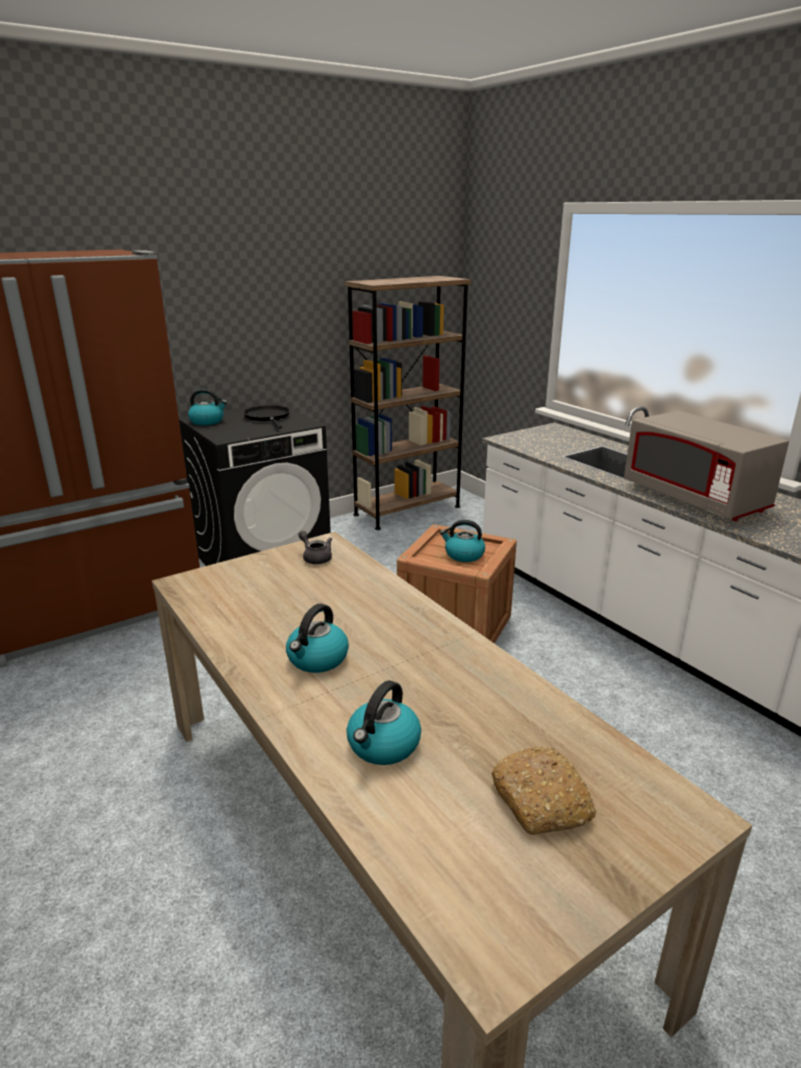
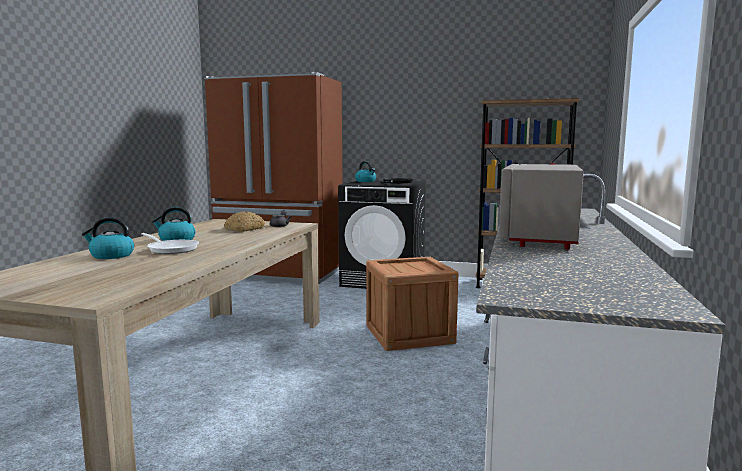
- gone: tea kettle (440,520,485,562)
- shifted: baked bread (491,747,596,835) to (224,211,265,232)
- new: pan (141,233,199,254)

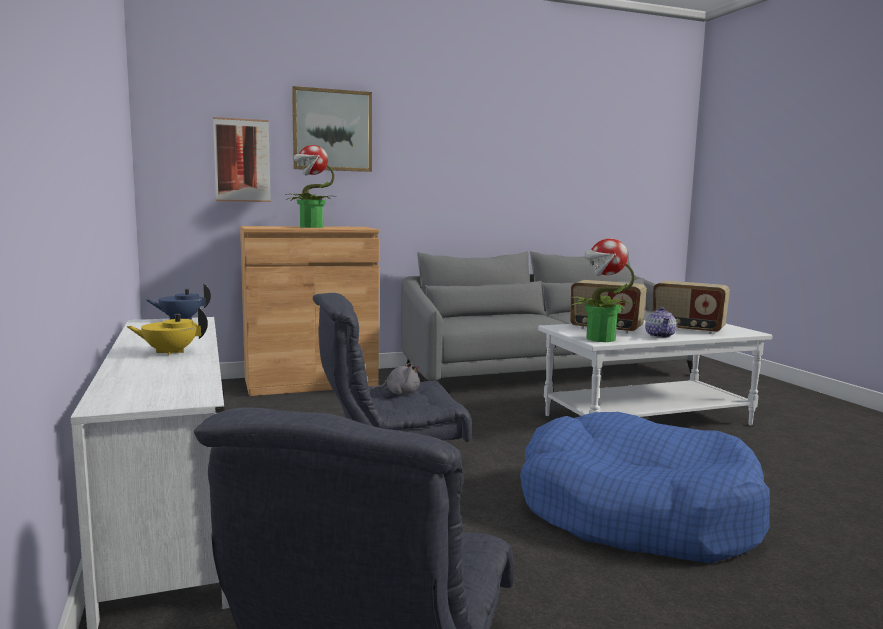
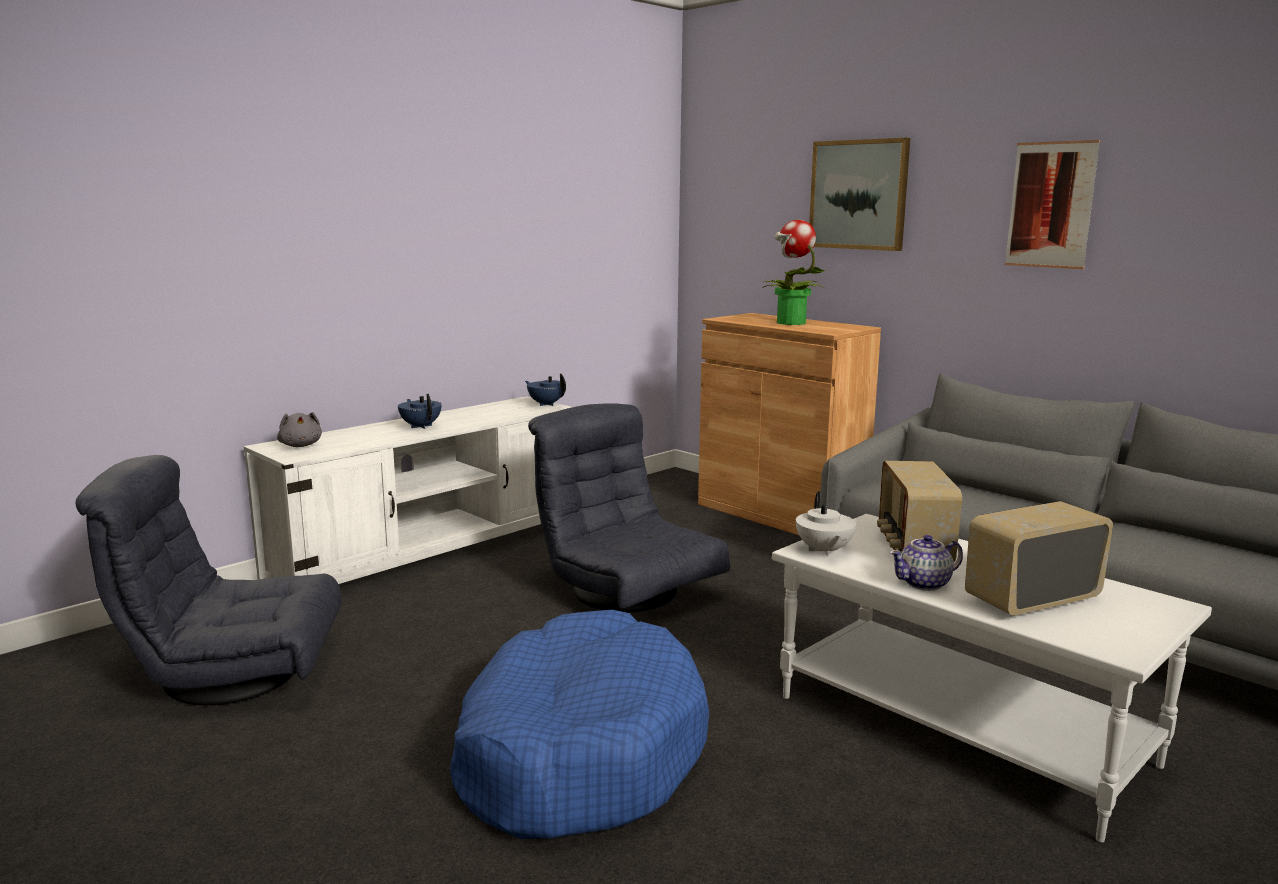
- shifted: picture (213,117,271,202) to (1005,140,1100,269)
- swapped: potted plant (569,239,636,342) to teapot/whitish (796,491,856,557)
- rotated: radio receiver (652,281,730,334) = (965,501,1113,616) 60 degrees clockwise
- repainted: teapot/yellow-coloured (126,307,208,355) to teapot/bluish (398,394,442,429)
- shifted: cuddly toy/greyish (372,362,420,395) to (277,412,322,447)

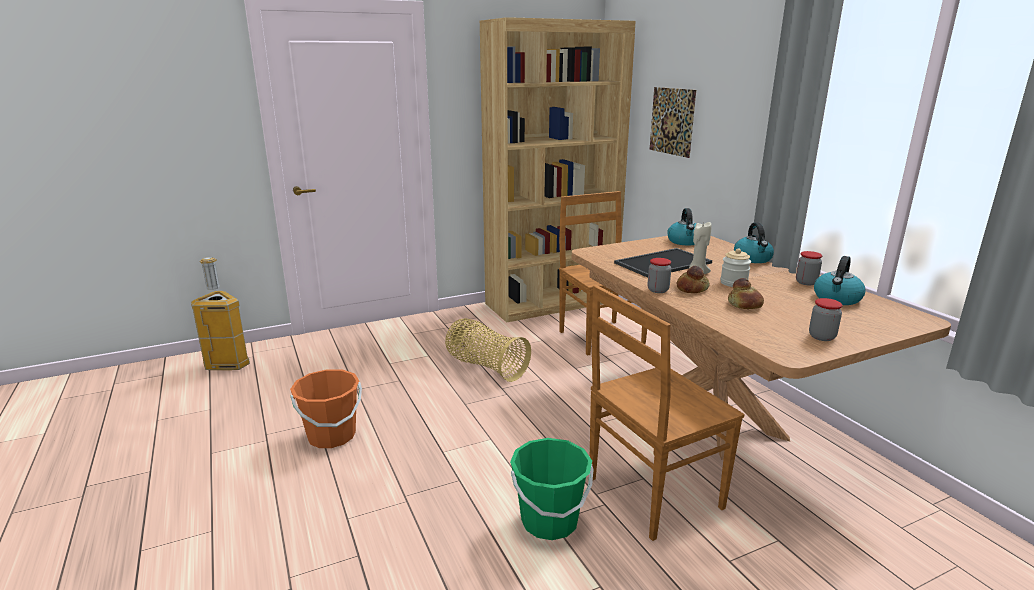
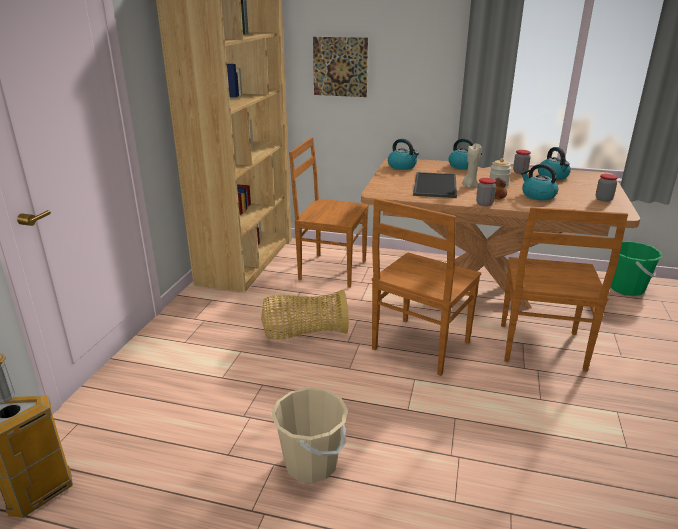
- swapped: baked bread (728,278,764,309) to tea kettle (521,164,558,200)
- repainted: water bucket/orangey (290,369,362,448) to water bucket/sand-coloured (271,387,348,483)
- shifted: water bucket/green (510,438,593,540) to (610,241,662,296)
- new: upright chair/brown (372,198,481,376)

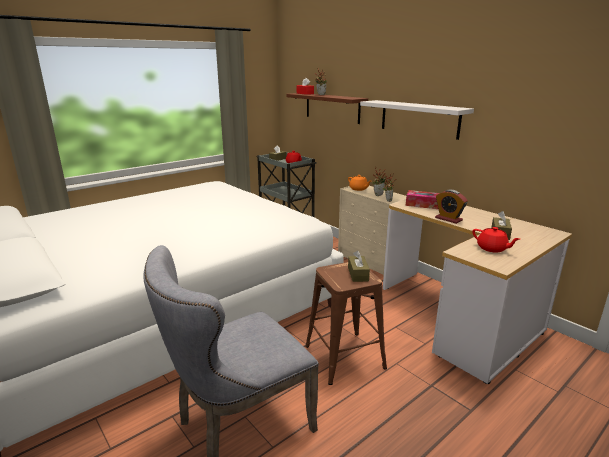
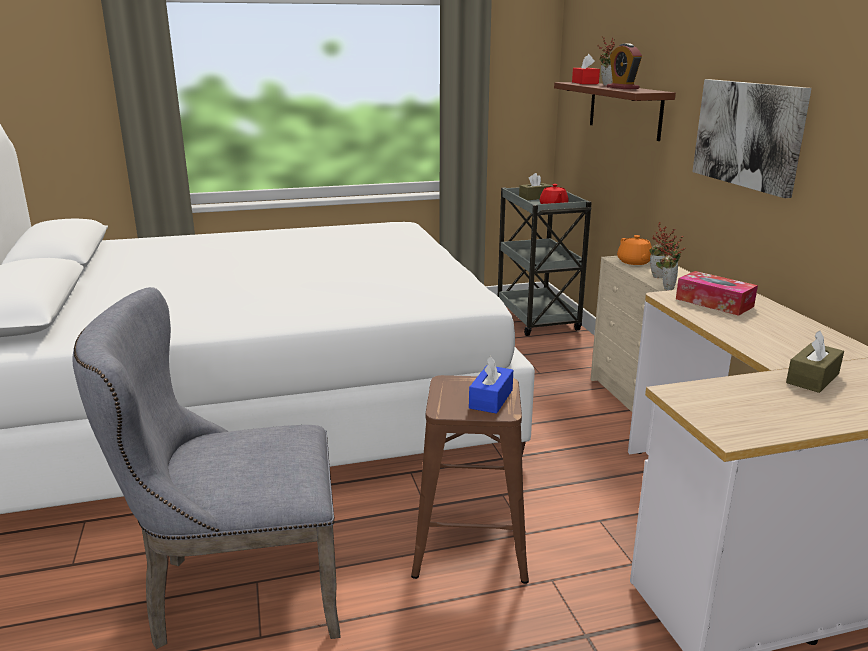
- swapped: wall shelf/whitish (360,100,474,140) to picture (692,79,812,198)
- shifted: bedside clock (435,190,468,224) to (607,43,642,89)
- gone: teapot/reddish (472,227,520,253)
- repainted: box of tissues/brown (348,251,370,282) to box of tissues/bluish (469,356,513,414)

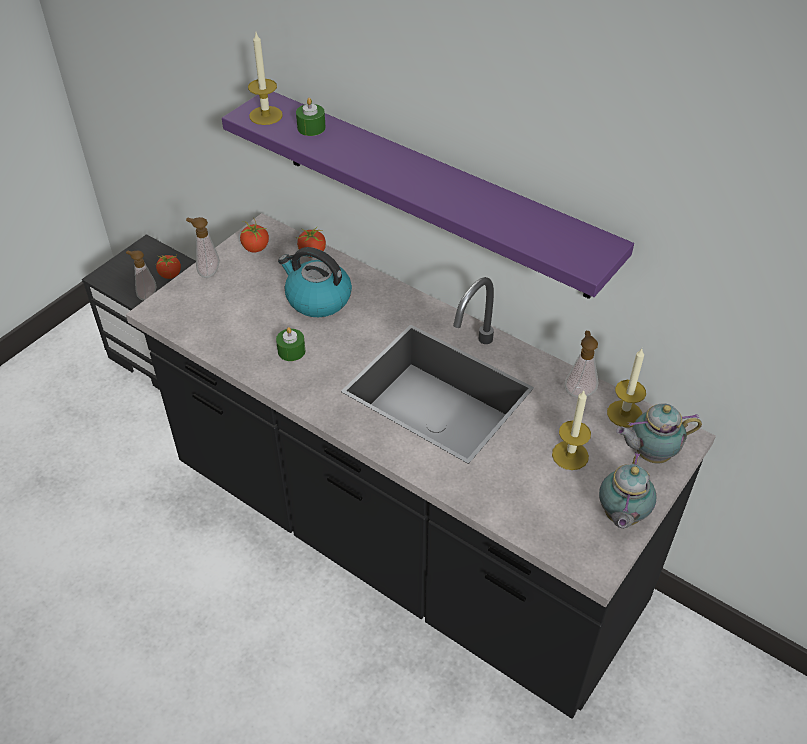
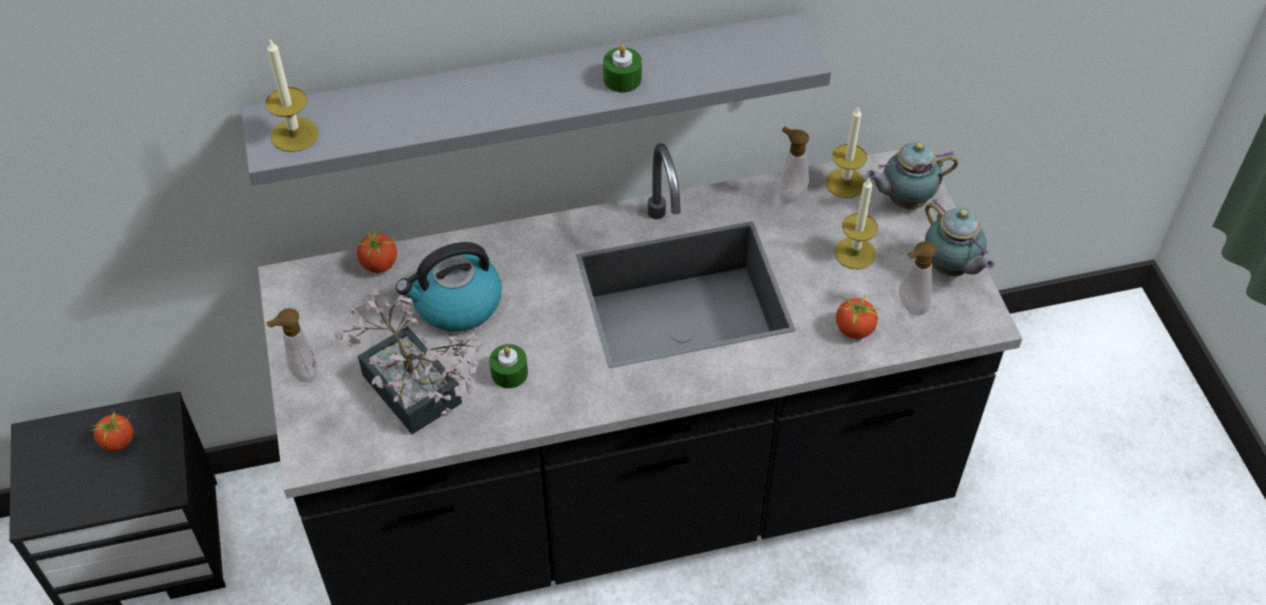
- repainted: wall shelf/purple (222,92,634,299) to wall shelf/greyish (241,12,831,186)
- shifted: wax candle/green (296,98,326,136) to (603,44,642,93)
- shifted: tomato (240,219,269,253) to (836,295,879,339)
- shifted: soap dispenser (126,250,156,301) to (899,241,937,315)
- rotated: teapot (616,403,702,463) = (866,142,958,209) 45 degrees clockwise
- new: potted plant (334,290,483,434)

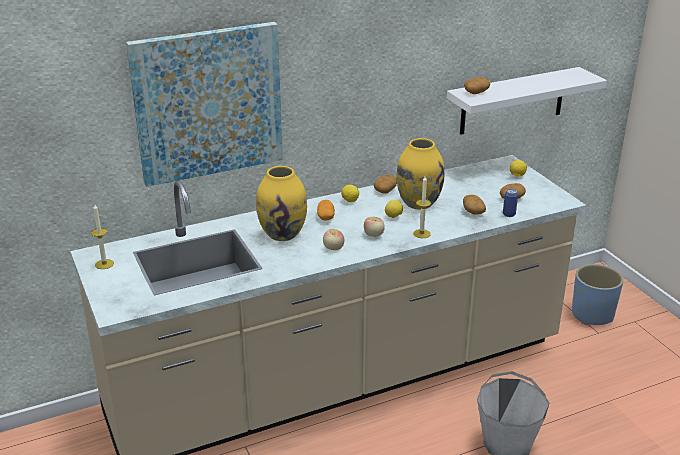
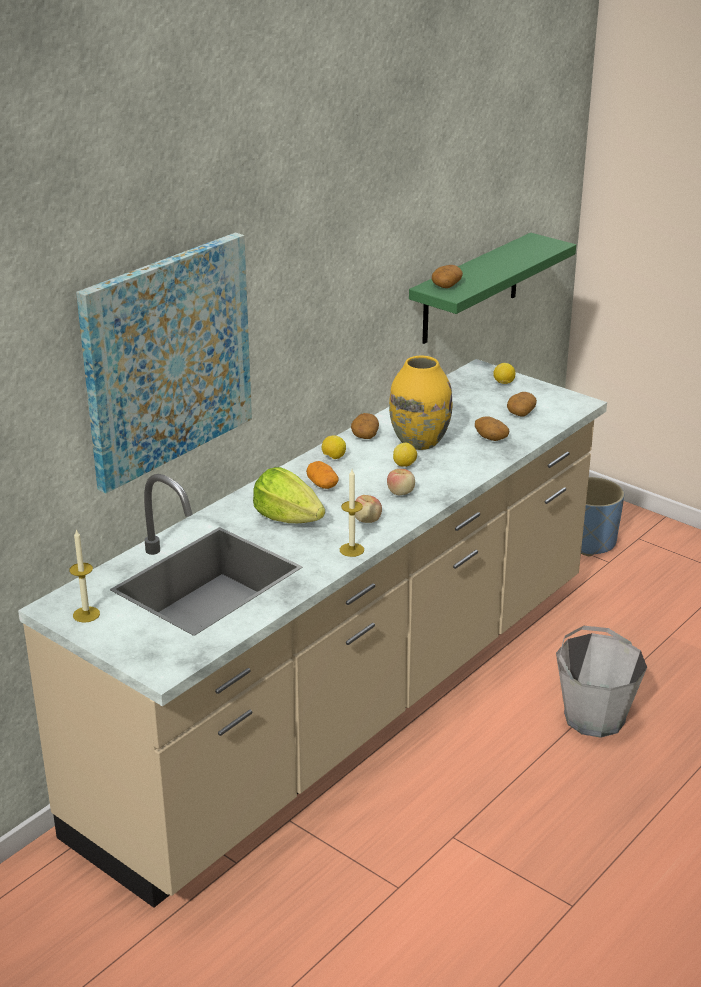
- repainted: wall shelf/whitish (447,67,607,135) to wall shelf/green (409,233,576,344)
- swapped: decorative vase/yellow-coloured (256,166,307,241) to lettuce (253,467,325,523)
- shifted: wax candle (413,176,431,238) to (340,469,364,557)
- gone: can (503,188,518,217)

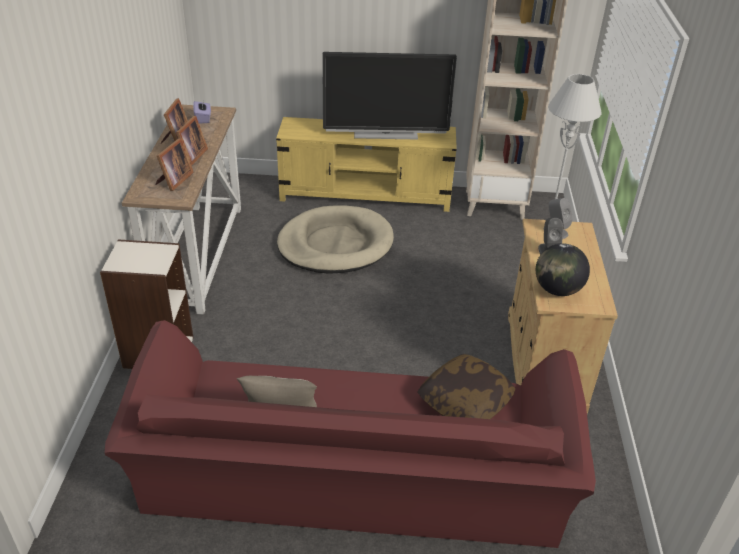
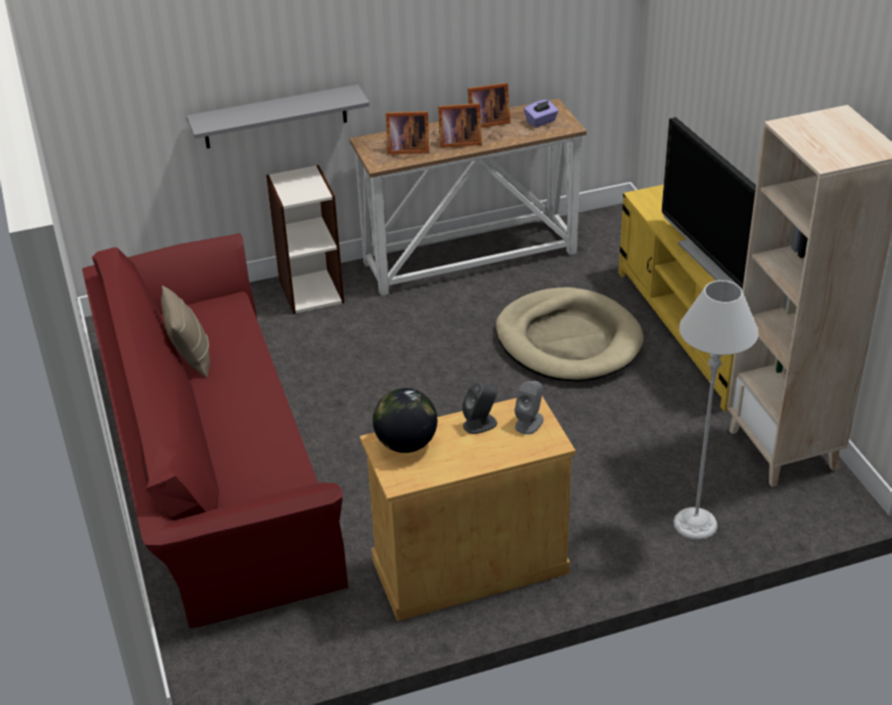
- gone: cushion (418,354,516,419)
- new: wall shelf/greyish (186,84,370,149)

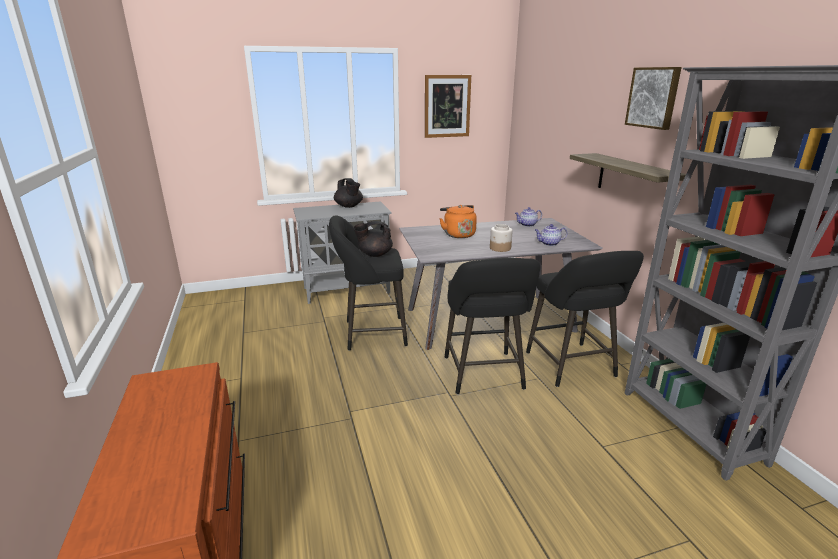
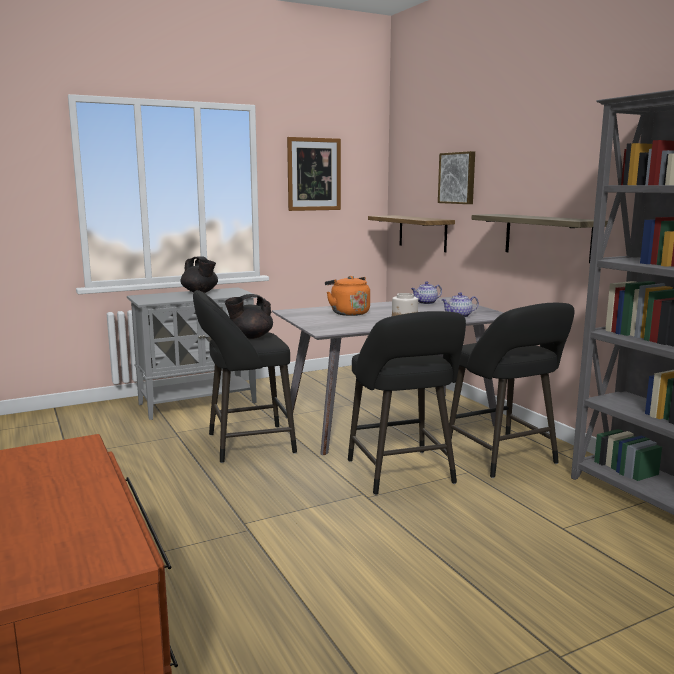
- shifted: picture (625,67,682,130) to (438,151,475,204)
- new: wall shelf (368,215,455,252)

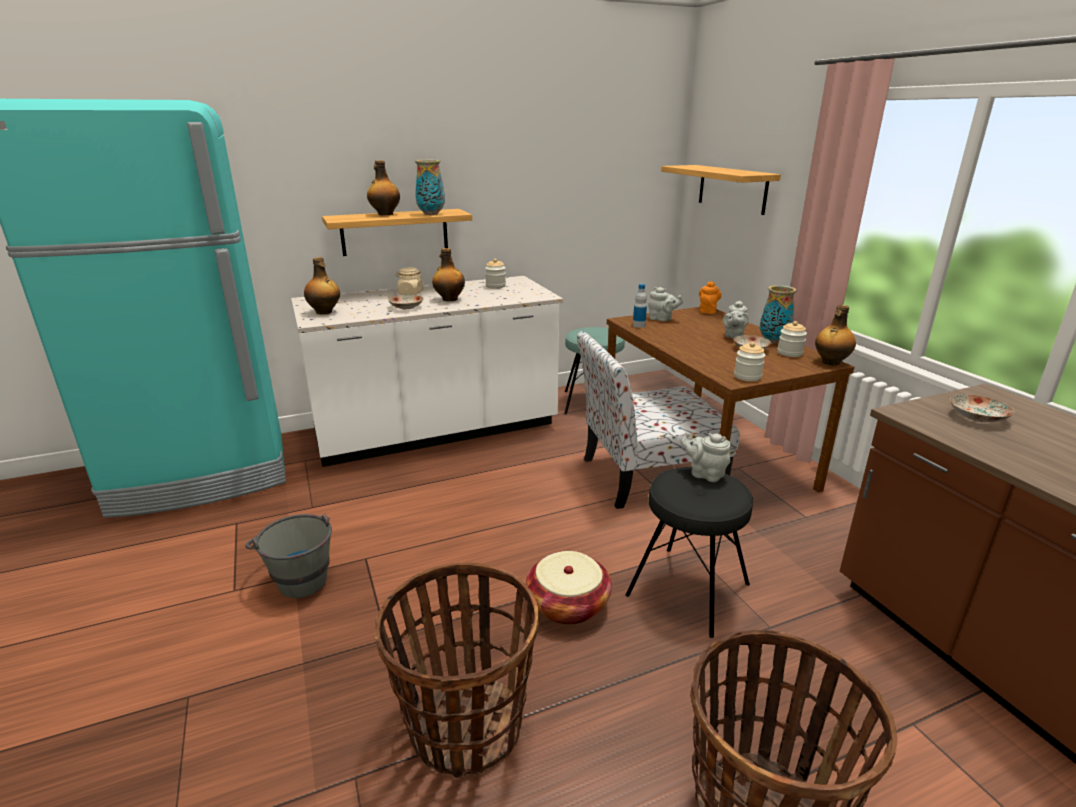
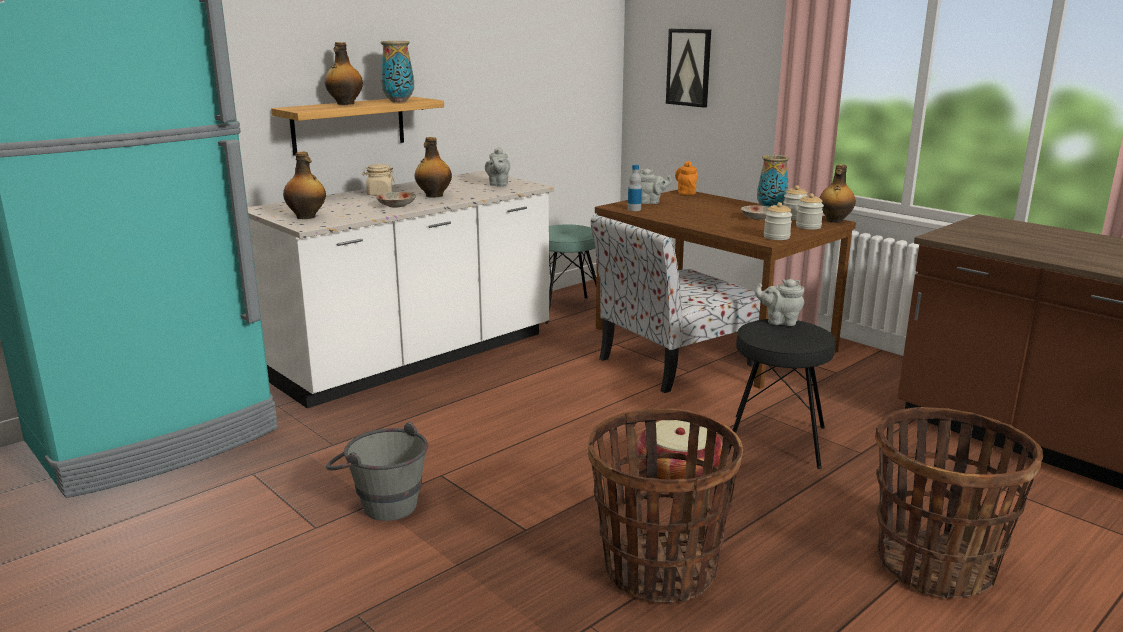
- swapped: wall shelf (661,165,781,215) to picture (666,29,711,108)
- shifted: storage jar (485,259,506,289) to (796,193,824,230)
- shifted: teapot/greyish (723,300,749,339) to (485,147,510,187)
- gone: dinner plate (950,395,1015,422)

